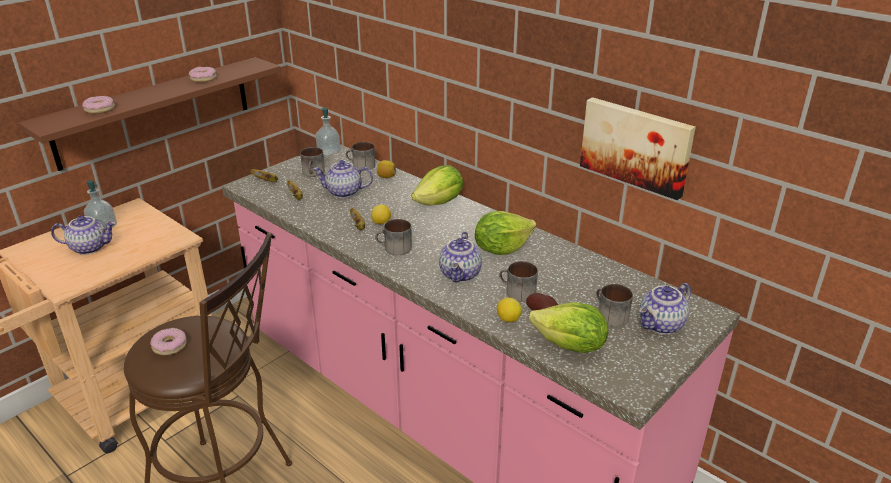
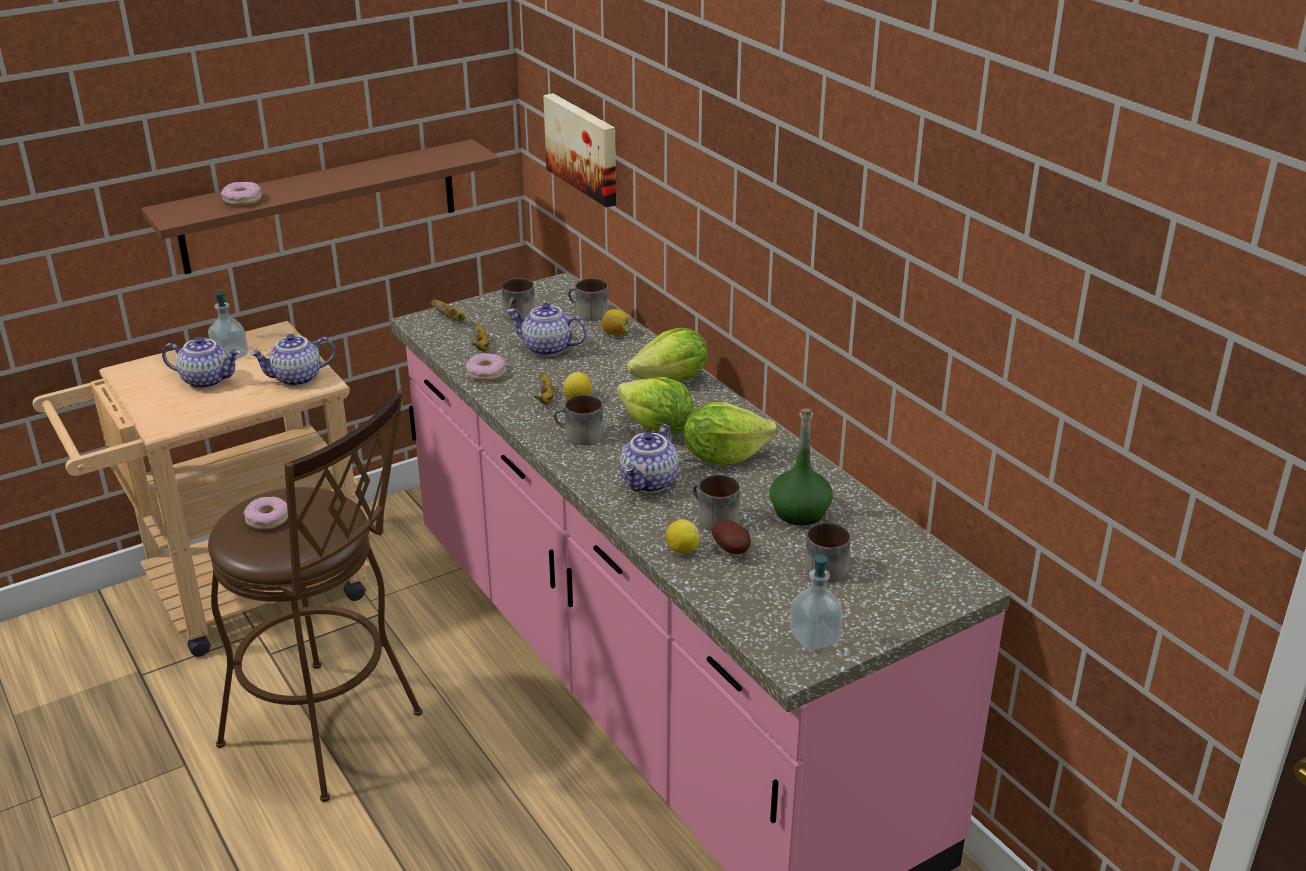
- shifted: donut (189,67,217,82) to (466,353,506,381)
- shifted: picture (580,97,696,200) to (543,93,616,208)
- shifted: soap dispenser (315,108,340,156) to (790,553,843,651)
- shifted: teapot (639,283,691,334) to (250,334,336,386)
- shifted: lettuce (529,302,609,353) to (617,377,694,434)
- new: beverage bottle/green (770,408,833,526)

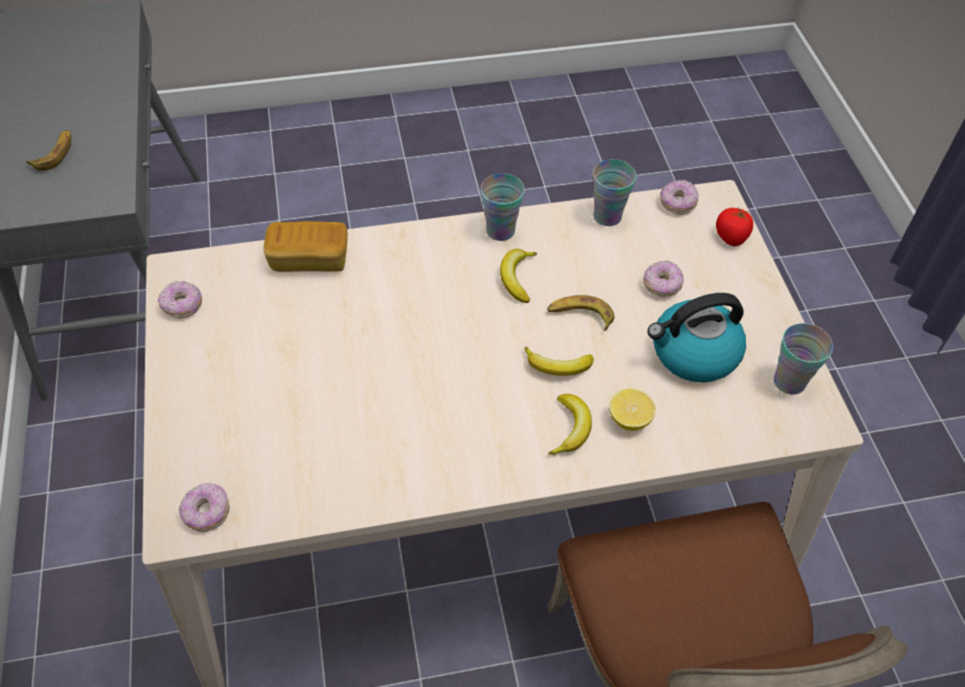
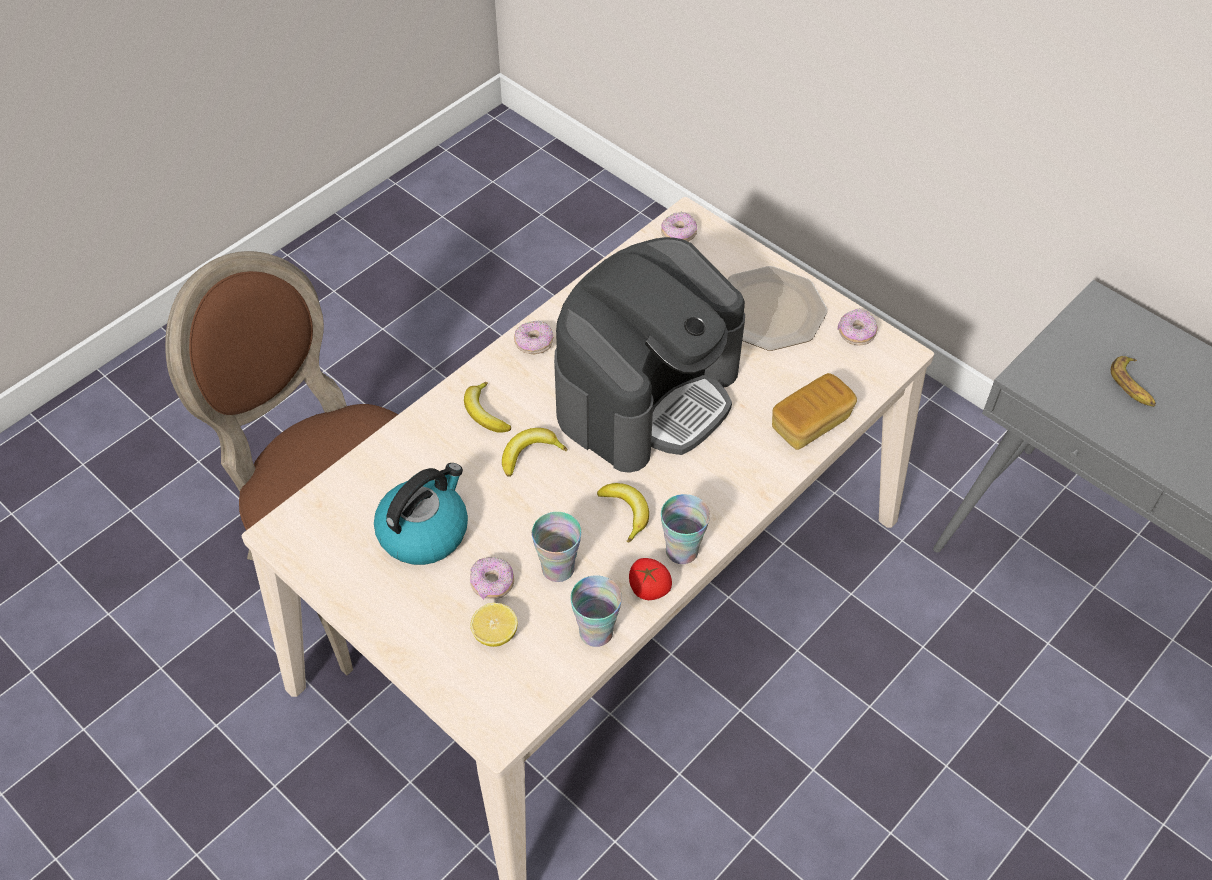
- shifted: donut (660,180,698,215) to (514,321,554,354)
- shifted: tomato (716,207,753,246) to (629,558,672,600)
- gone: banana (547,295,614,331)
- shifted: cup (774,323,833,395) to (532,512,581,582)
- shifted: citrus fruit (609,388,656,431) to (471,603,518,647)
- new: coffee maker (554,237,745,473)
- new: dinner plate (727,266,827,351)

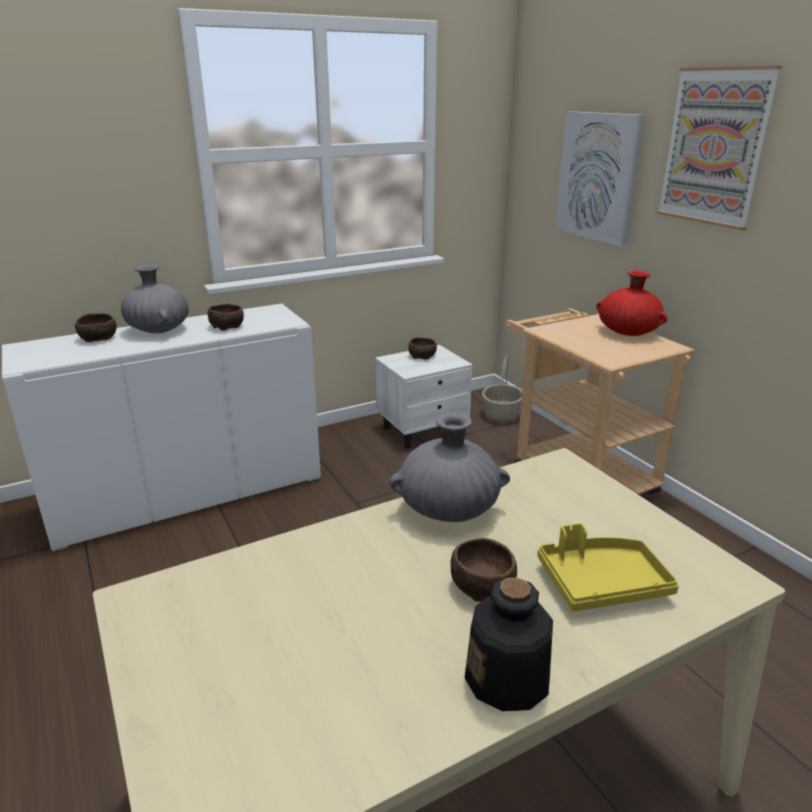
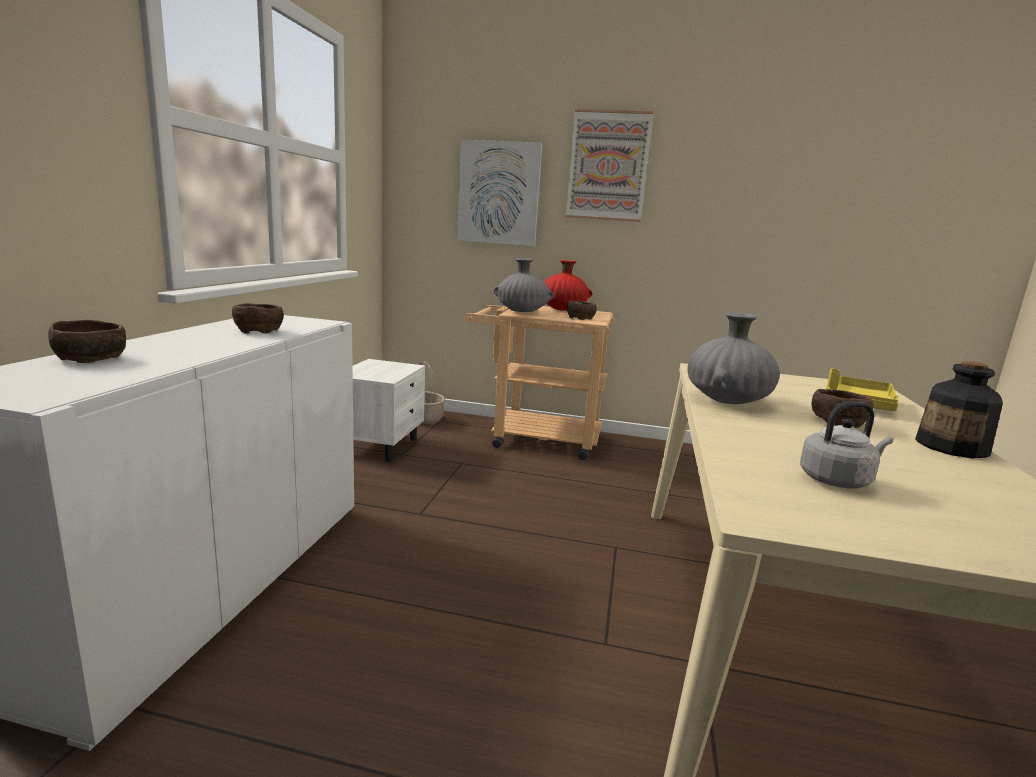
- shifted: decorative vase/greyish (121,265,189,333) to (493,258,554,312)
- shifted: serving bowl/brown (408,337,437,360) to (567,300,597,320)
- new: tea kettle/greyish (800,402,893,489)

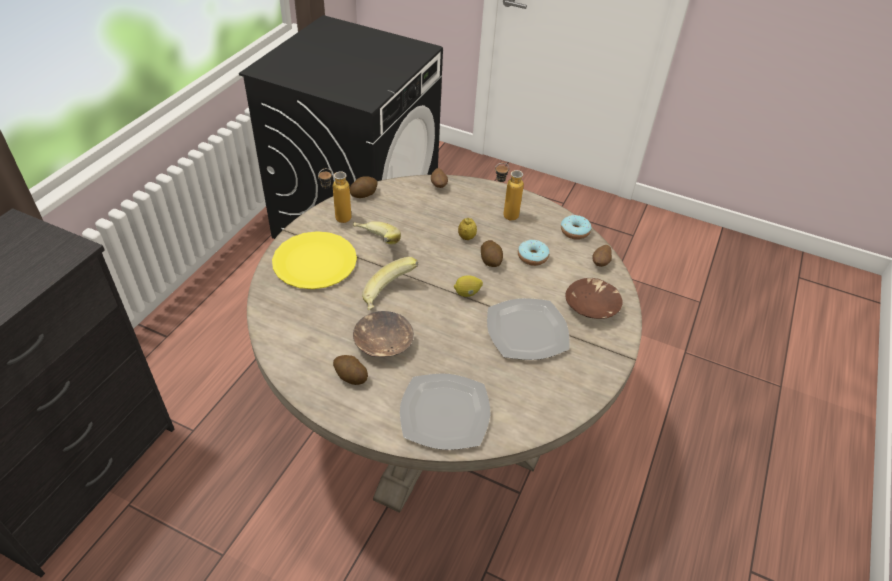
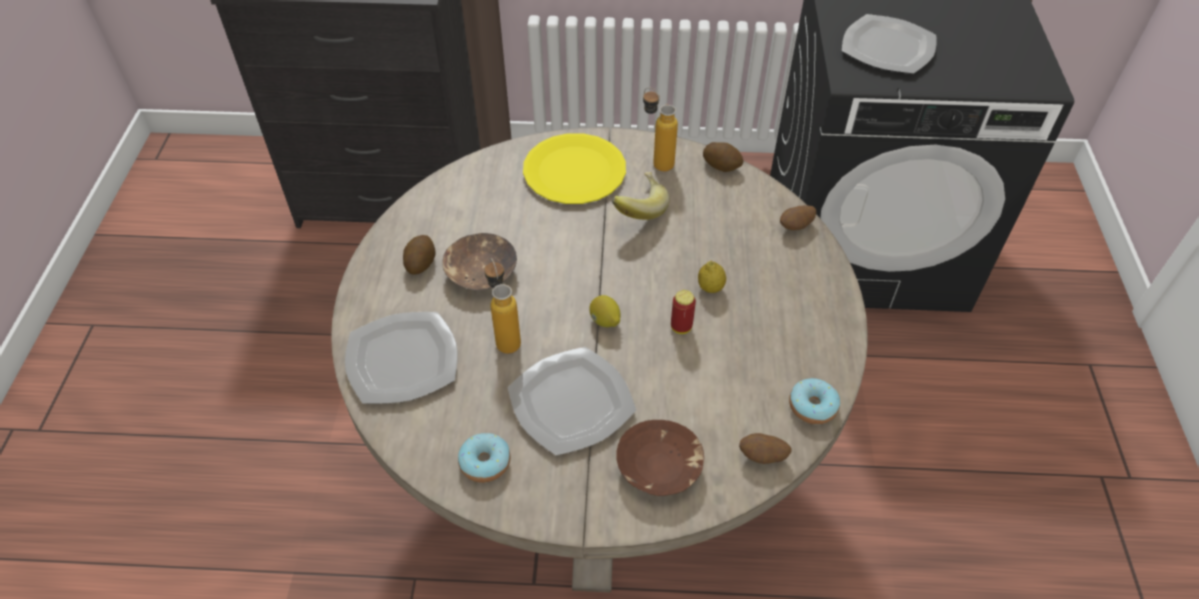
- shifted: beverage bottle (495,163,524,221) to (484,258,521,354)
- swapped: spud (481,240,503,267) to can (671,290,696,334)
- shifted: donut (518,240,549,266) to (458,433,510,483)
- gone: banana (362,257,418,310)
- new: dinner plate (842,14,937,74)

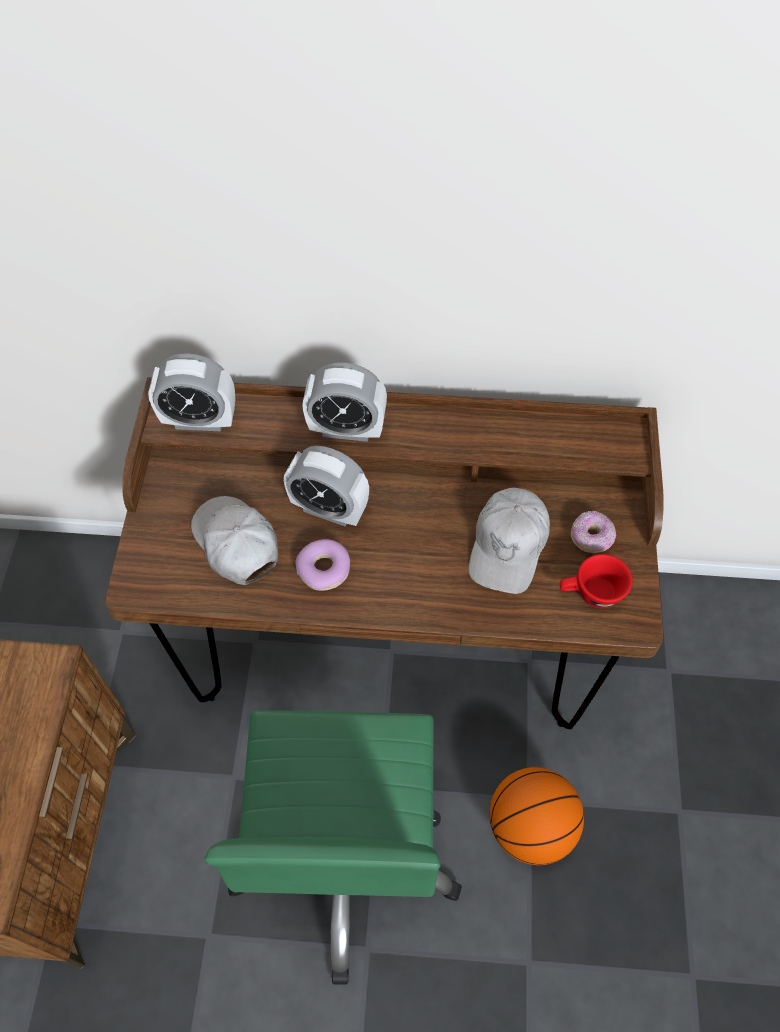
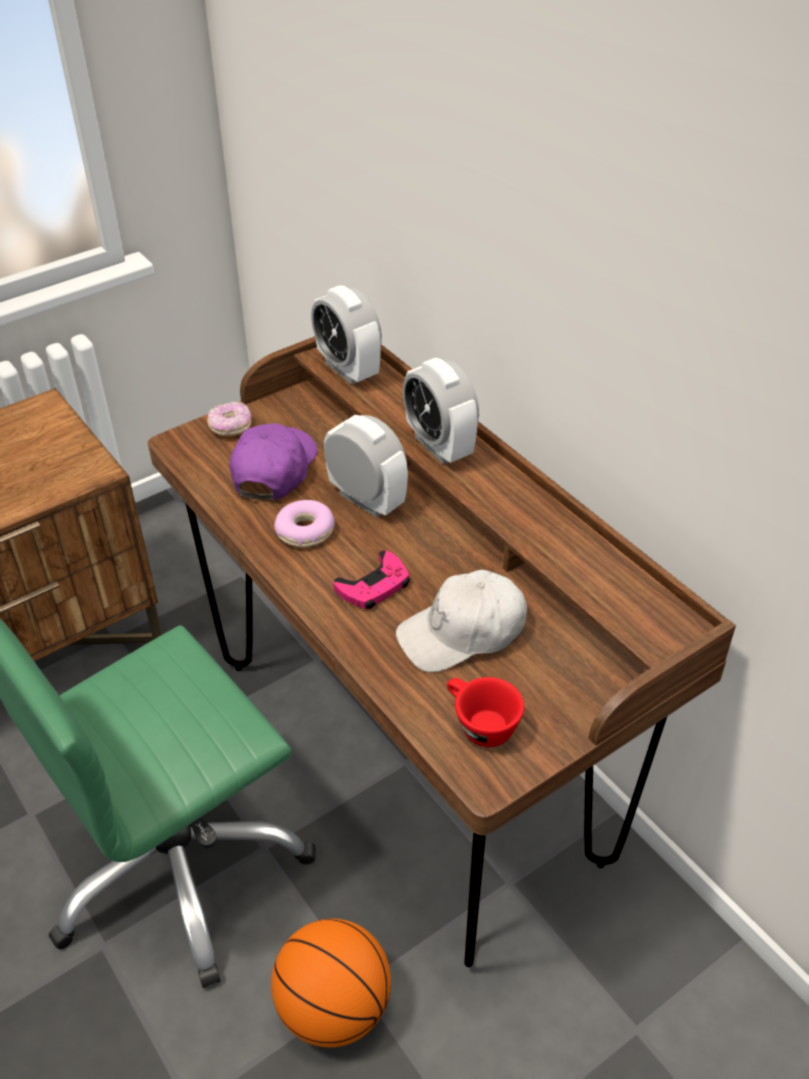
- rotated: bedside clock (284,446,369,527) = (324,415,408,518) 150 degrees clockwise
- repainted: baseball cap/whitish (191,496,278,585) to baseball cap/purple (229,423,318,500)
- shifted: donut (571,511,616,553) to (207,401,252,436)
- new: gamepad/pinkish (333,550,410,609)

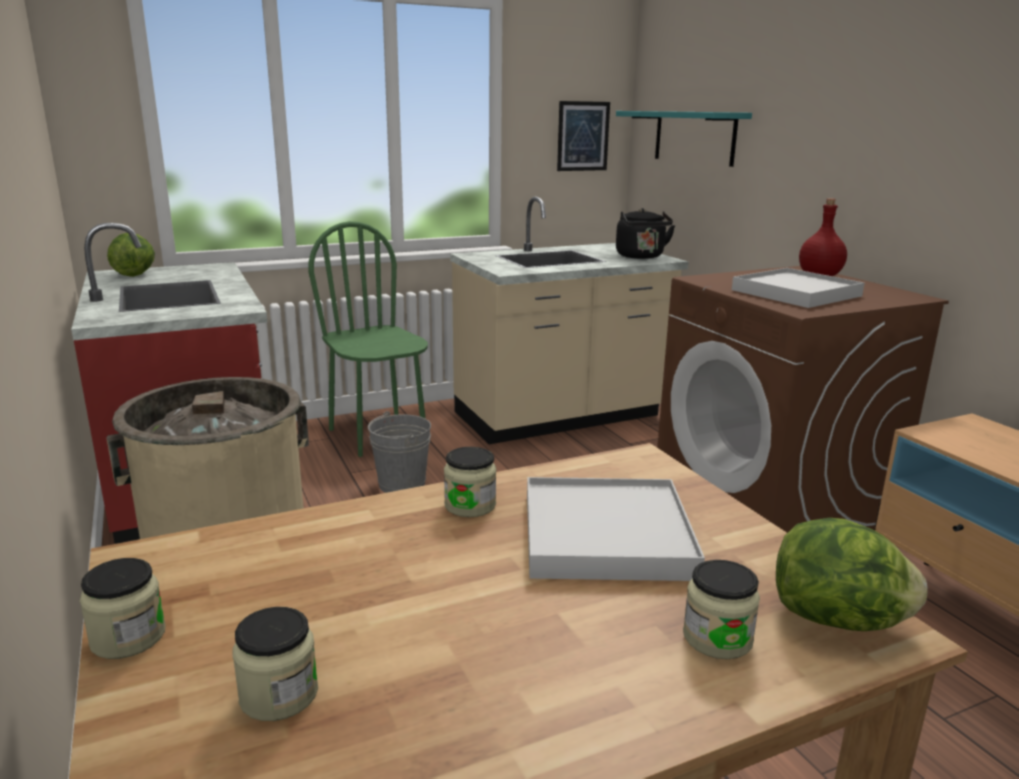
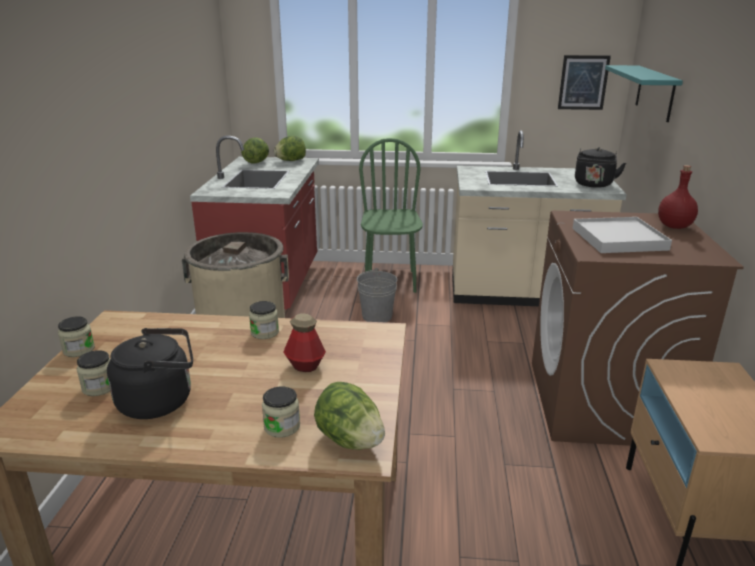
- swapped: tray/whitish (527,477,705,581) to beverage bottle (284,314,326,372)
- new: lettuce (274,136,306,161)
- new: tea kettle/black-coloured (107,328,193,419)

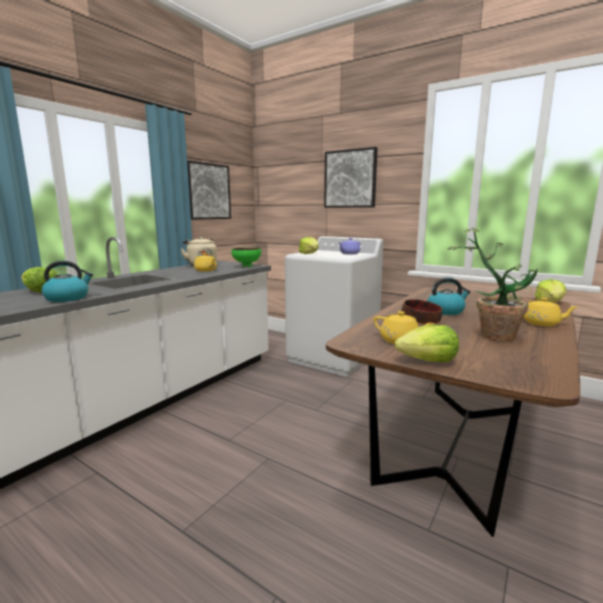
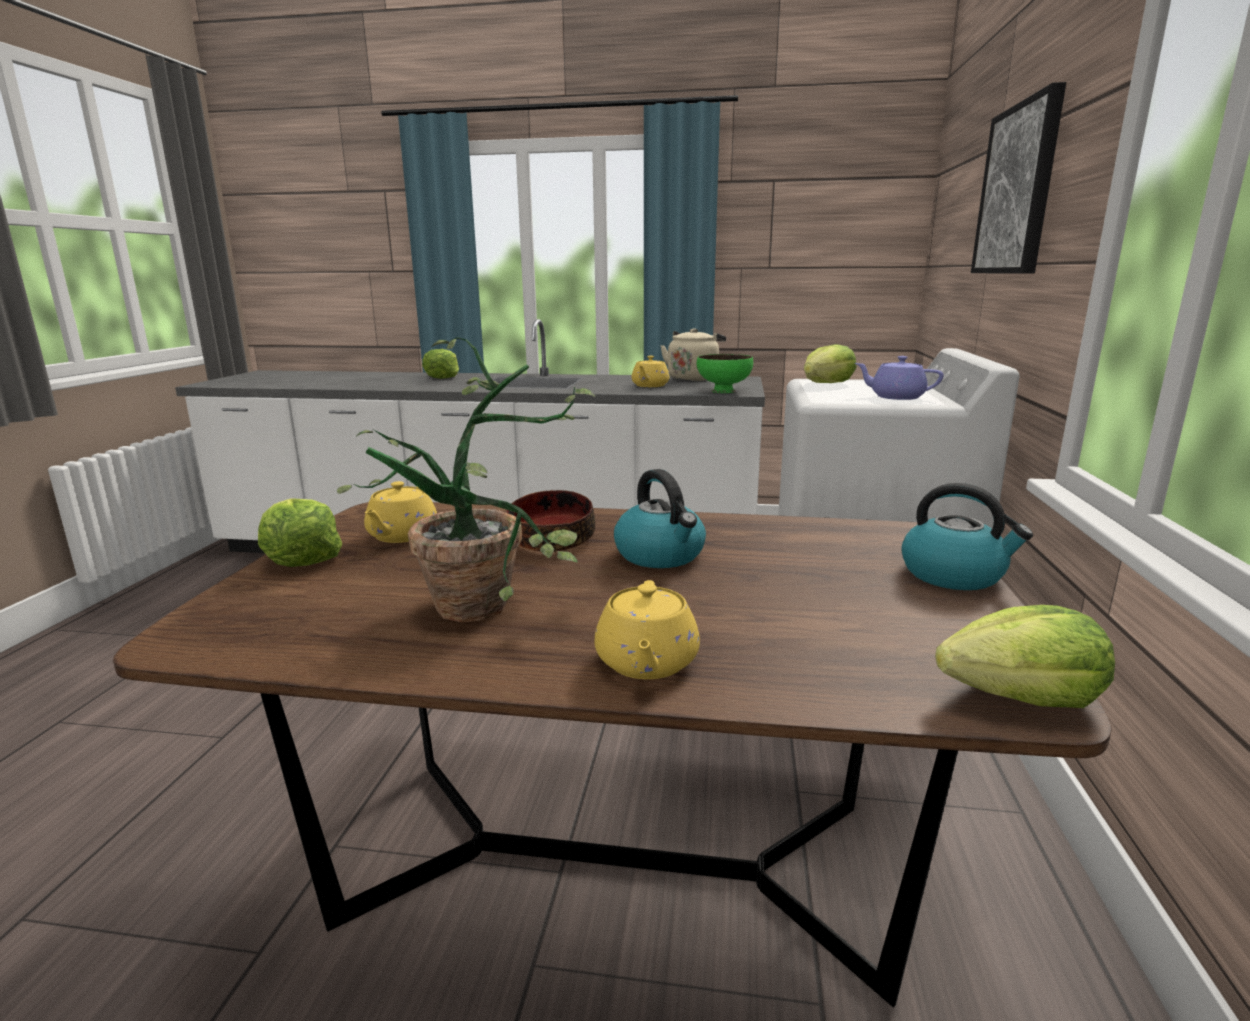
- gone: picture (187,160,231,220)
- shifted: tea kettle (42,261,93,302) to (901,483,1033,590)

